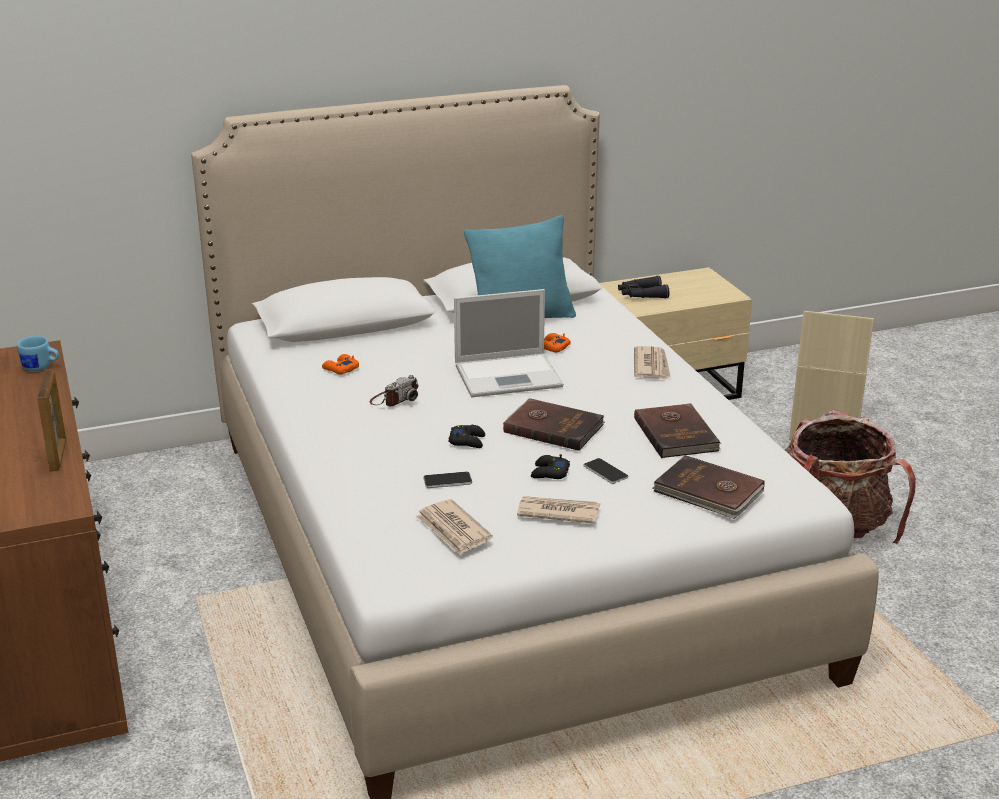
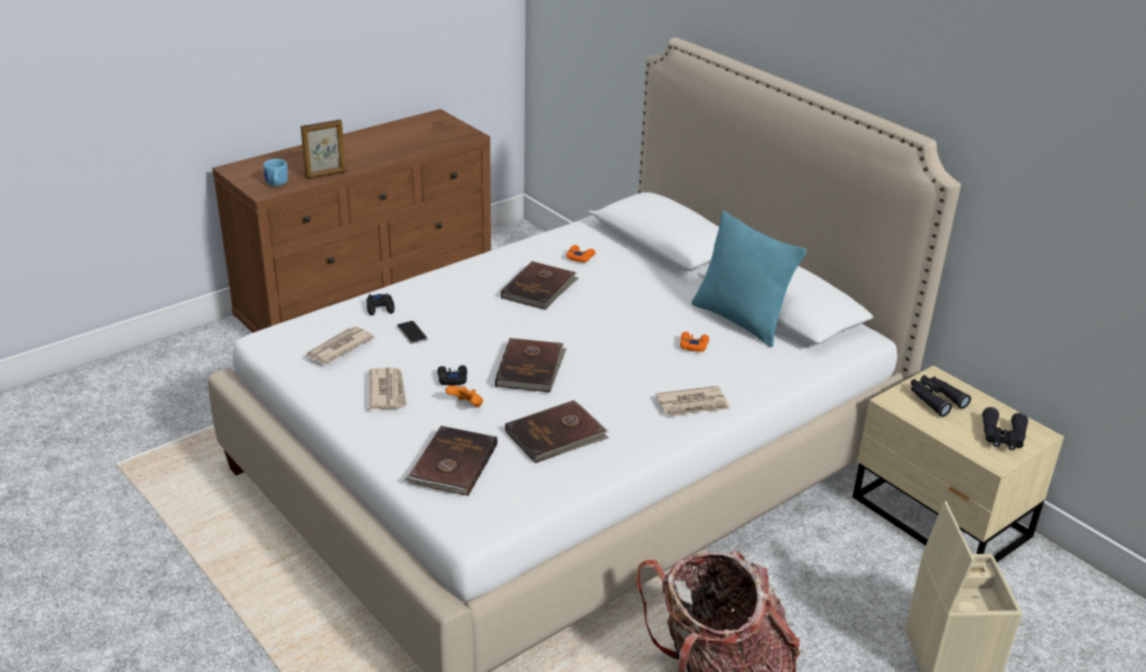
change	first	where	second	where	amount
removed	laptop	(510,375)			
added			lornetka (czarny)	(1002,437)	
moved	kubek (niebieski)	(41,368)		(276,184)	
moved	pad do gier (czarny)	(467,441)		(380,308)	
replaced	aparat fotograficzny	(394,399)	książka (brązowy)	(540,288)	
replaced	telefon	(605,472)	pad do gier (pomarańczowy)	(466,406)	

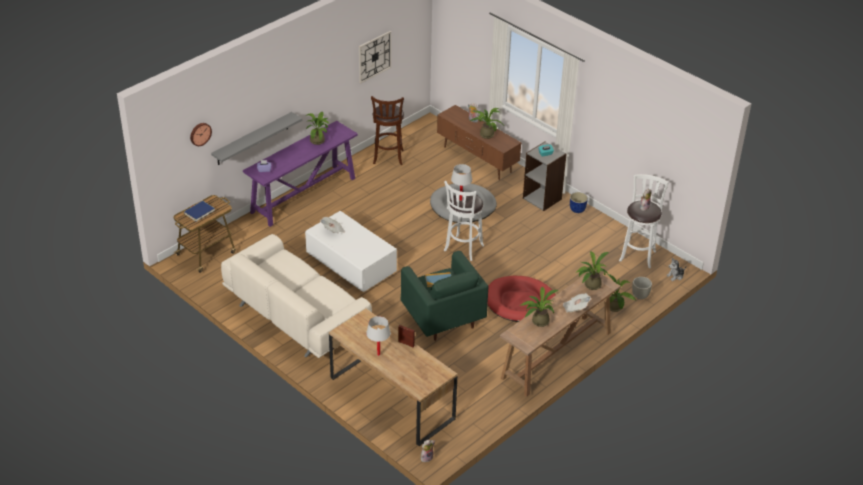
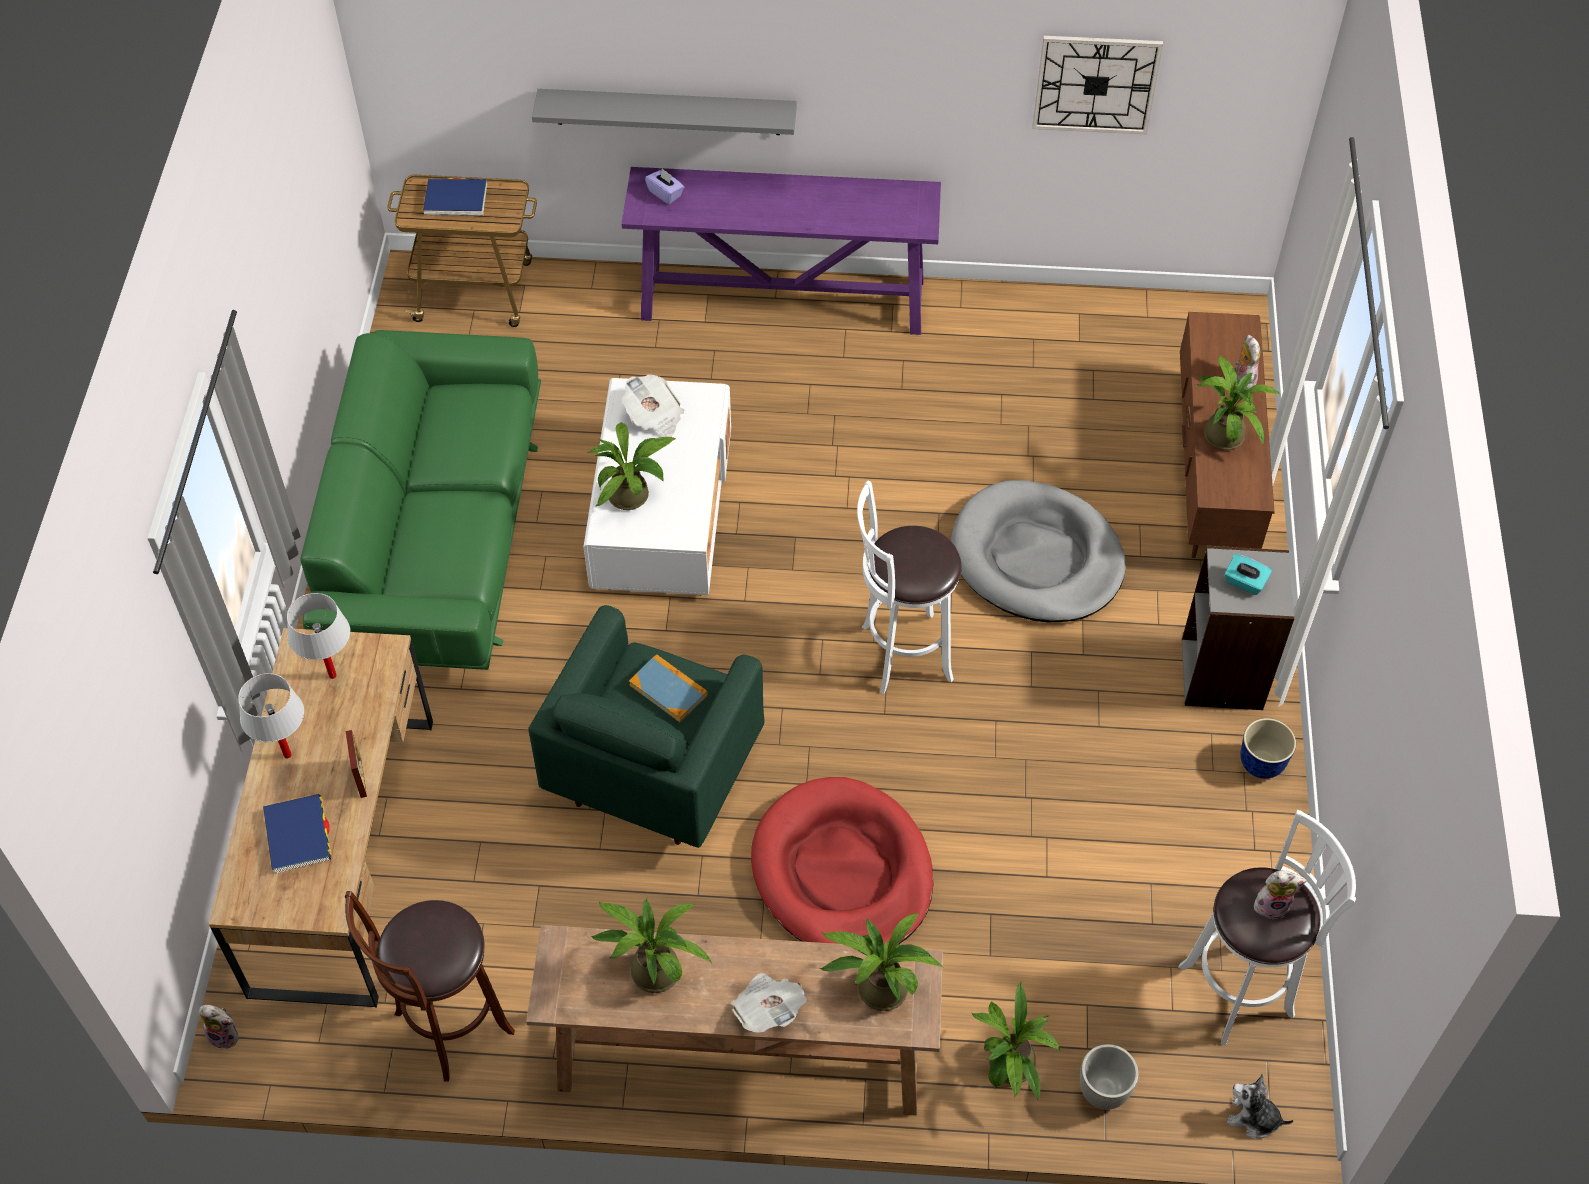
change	first	where	second	where	amount
removed	zegar ścienny	(200,133)			
added			książka (niebieski)	(298,835)	
moved	roślina doniczkowa	(318,140)		(634,495)	
moved	stołek (brązowy)	(388,158)		(448,1027)	
moved	lampa stołowa (biały)	(460,199)		(332,675)	
recoloured	kanapa (beżowy)	(296,315)	kanapa (zielony)	(437,537)	

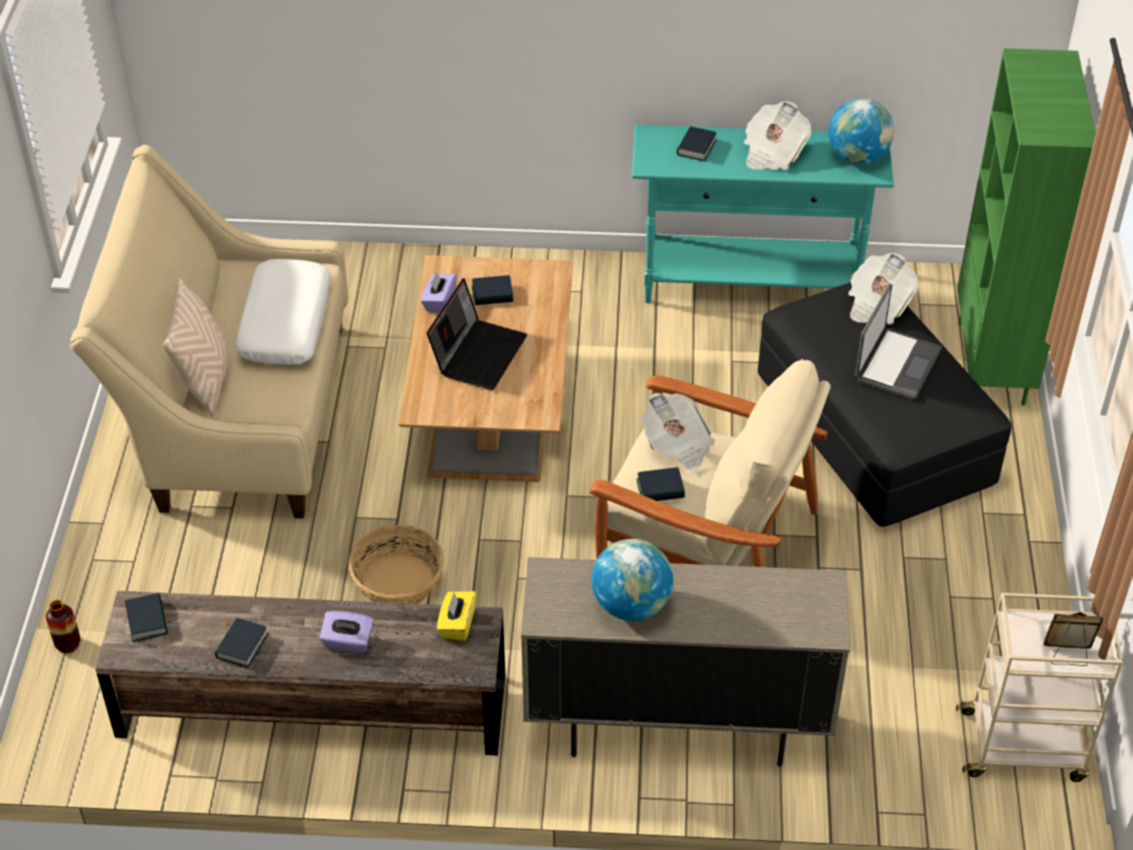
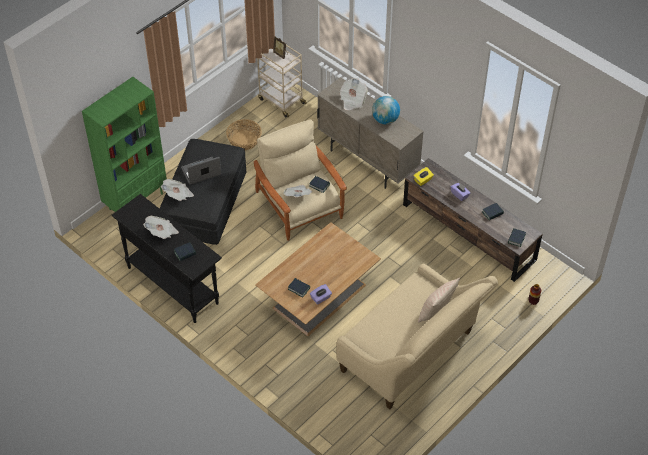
change	first	where	second	where	amount
removed	poduszka (biały)	(285,323)			
removed	laptop	(478,353)			
removed	globus	(857,157)			
added			gazeta	(352,100)	
moved	koszyk	(398,583)		(244,140)	
recoloured	stolik konsolowy (turkusowy)	(751,284)	stolik konsolowy (czarny)	(172,285)	

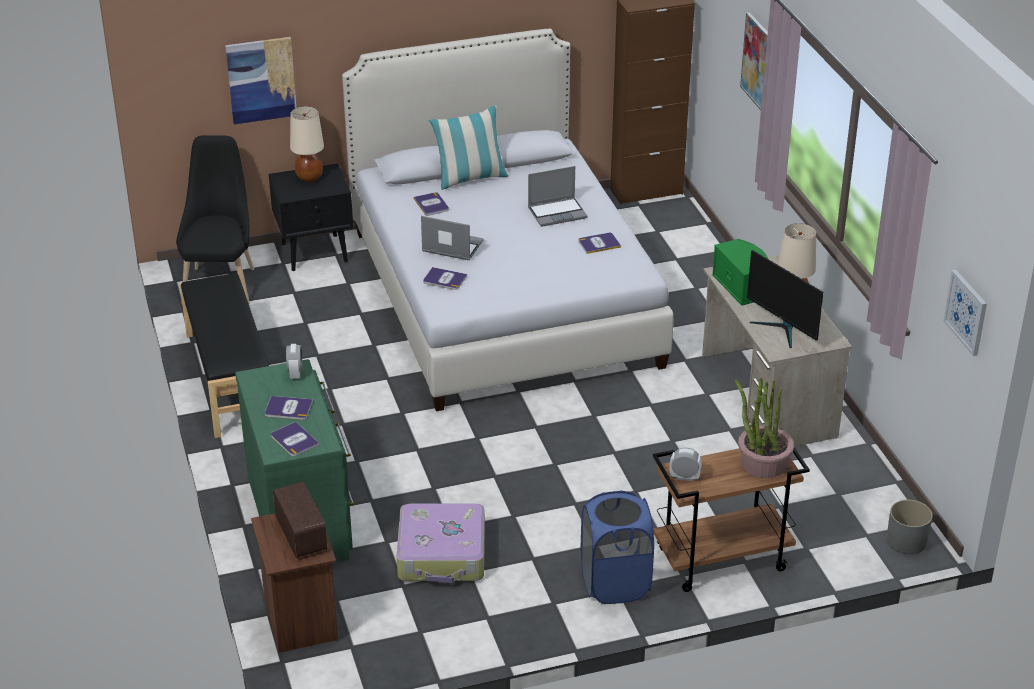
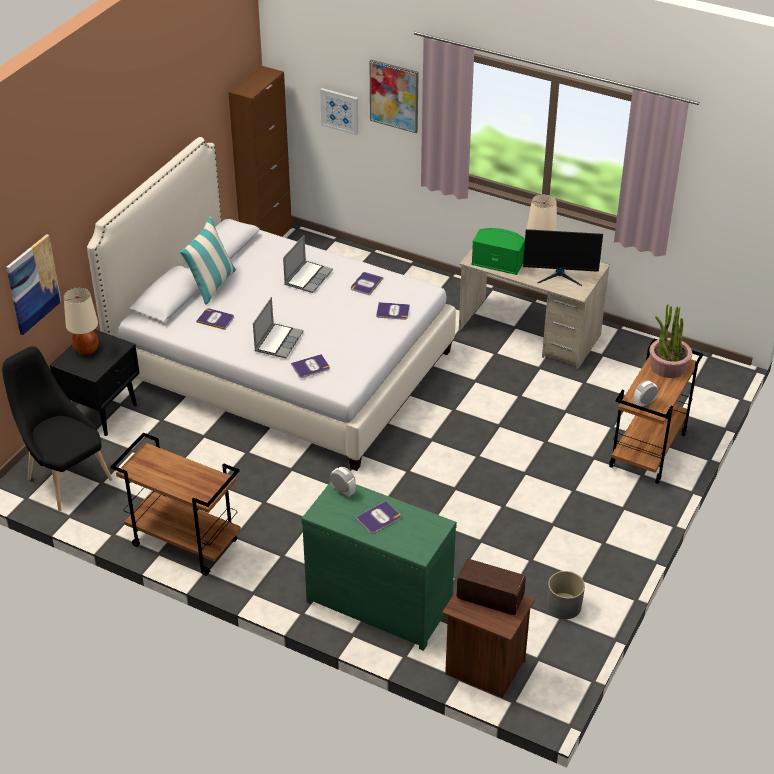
change	first	where	second	where	amount
removed	walizka	(442,555)			
removed	kosz na pranie (niebieski)	(615,584)			
moved	książka	(294,440)		(392,311)	
moved	donica (szary)	(906,541)		(564,606)	
moved	obraz	(966,312)		(340,111)	
replaced	ławka (czarny)	(228,379)	wózek (brązowy)	(183,543)	
turned	laptop	(451,247)		(278,341)	135 degrees clockwise

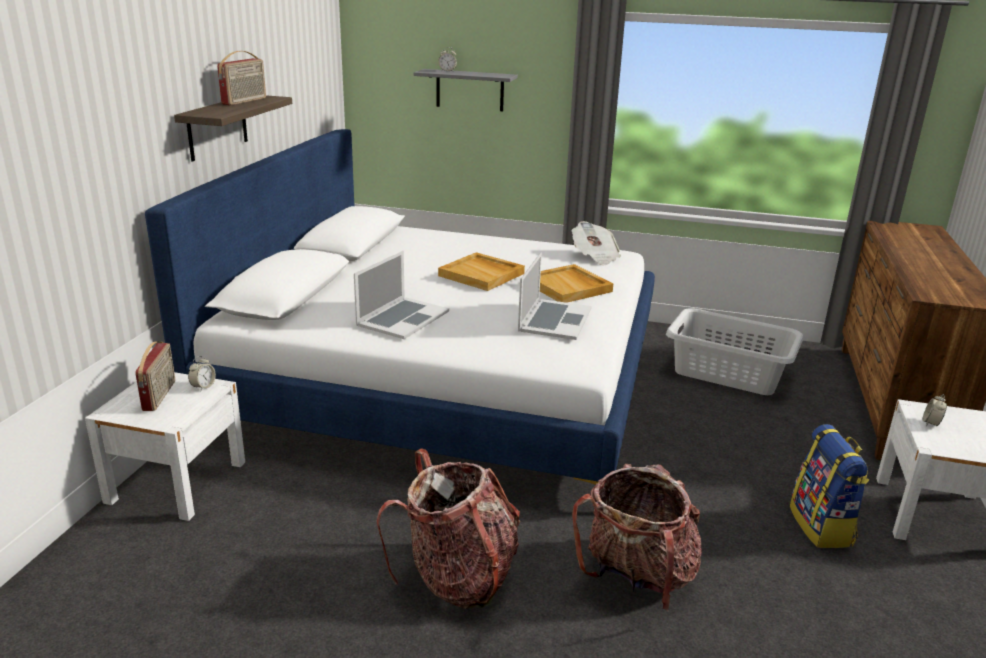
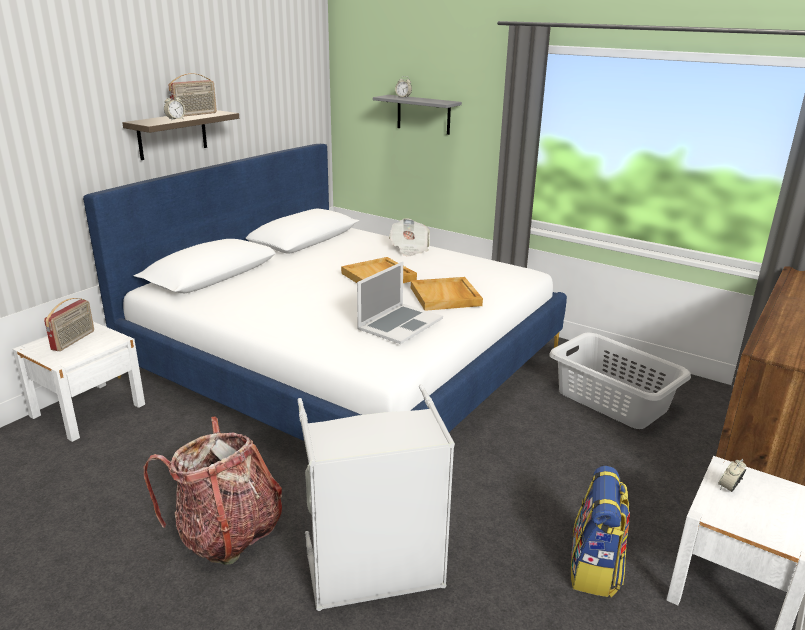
change	first	where	second	where	amount
removed	laptop	(402,318)			
moved	budzik	(203,386)		(175,119)	
moved	gazeta	(595,256)		(409,249)	
replaced	plecak	(637,577)	kosz na pranie (szary)	(375,573)	

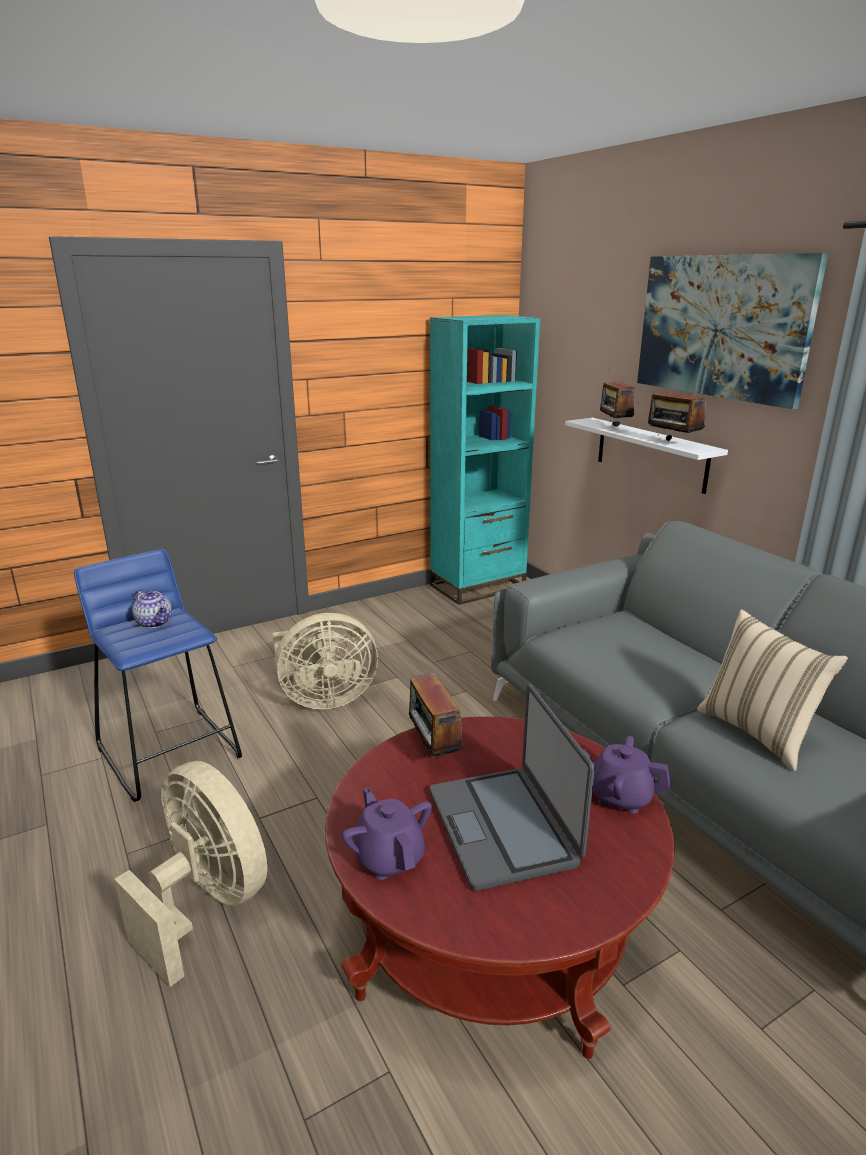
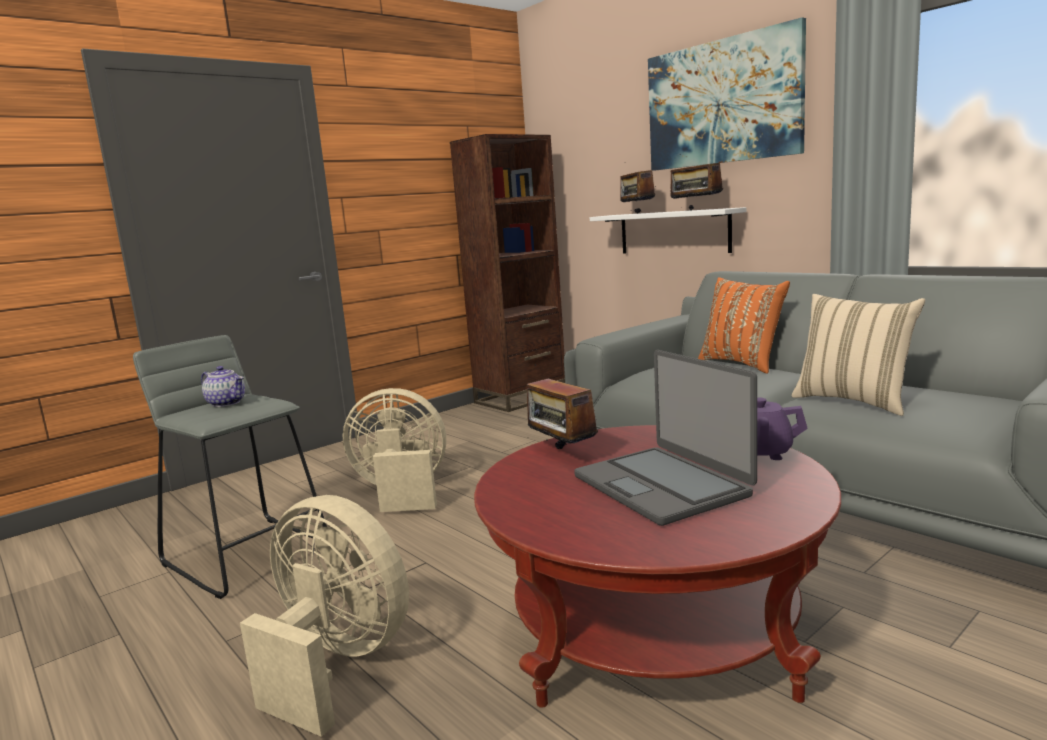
change	first	where	second	where	amount
removed	imbryk (fioletowy)	(389,858)			
added			poduszka (pomarańczowy)	(742,363)	
recoloured	stołek (niebieski)	(171,751)	stołek (szary)	(249,554)	
recoloured	regał (turkusowy)	(478,586)	regał (brązowy)	(521,398)	
turned	wentylator (beżowy)	(323,699)		(401,492)	150 degrees counterclockwise

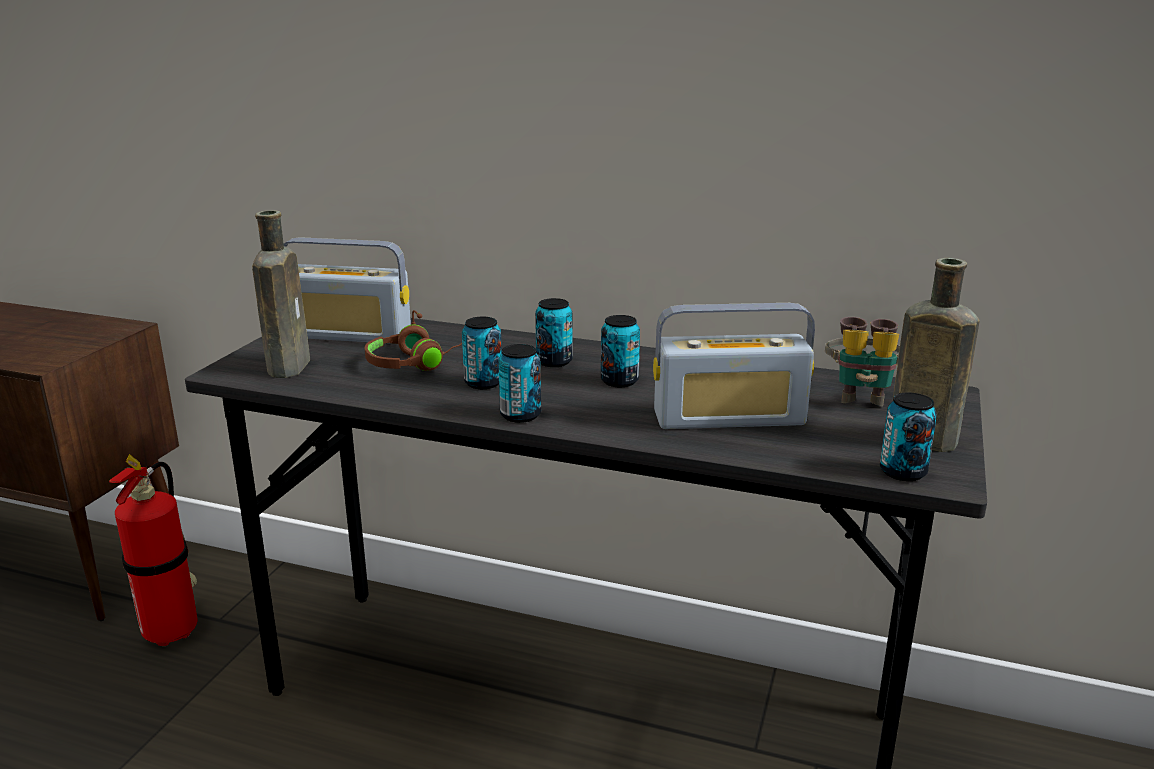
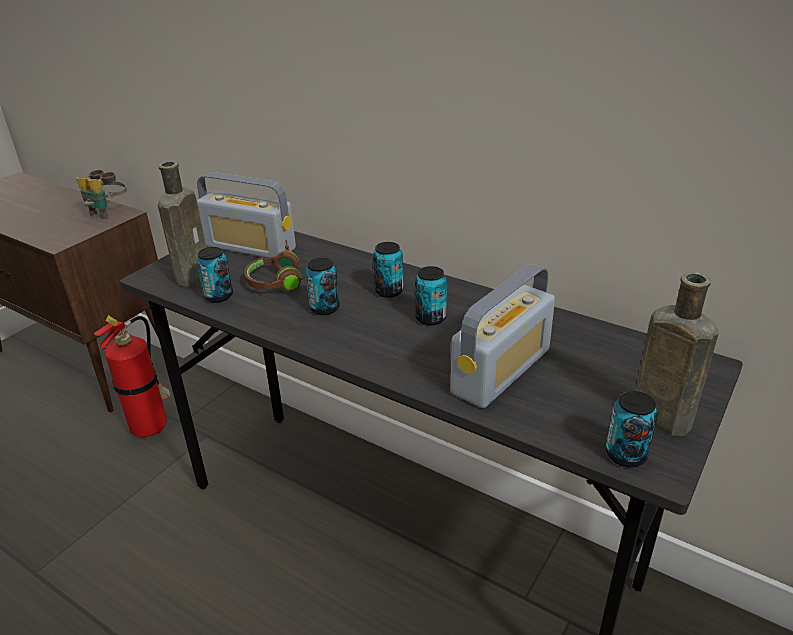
change	first	where	second	where	amount
moved	puszka	(520,415)		(218,296)	
moved	lornetka	(861,395)		(107,212)	
turned	radio	(729,418)		(501,371)	60 degrees counterclockwise

